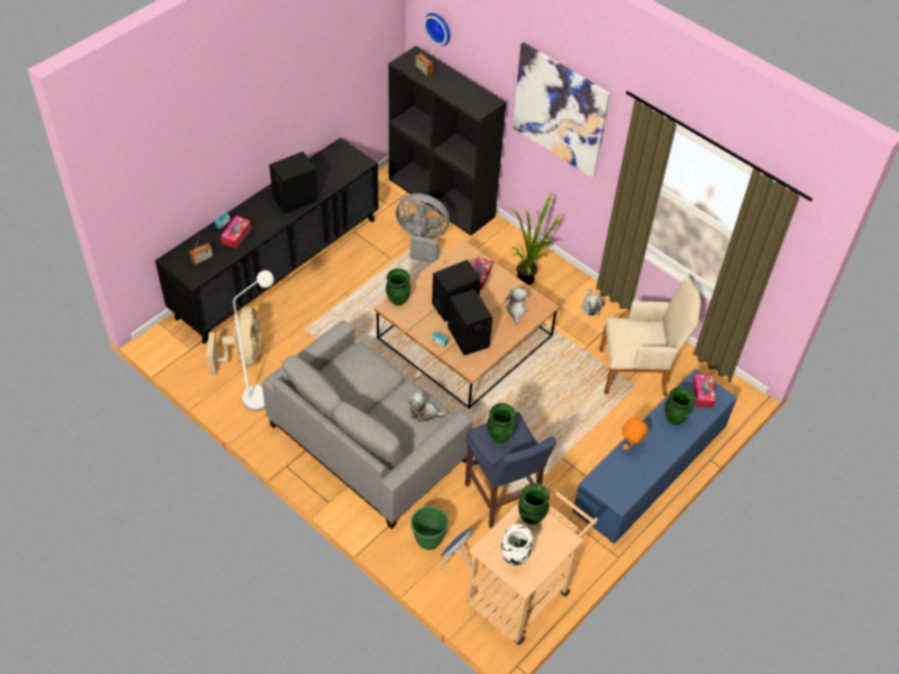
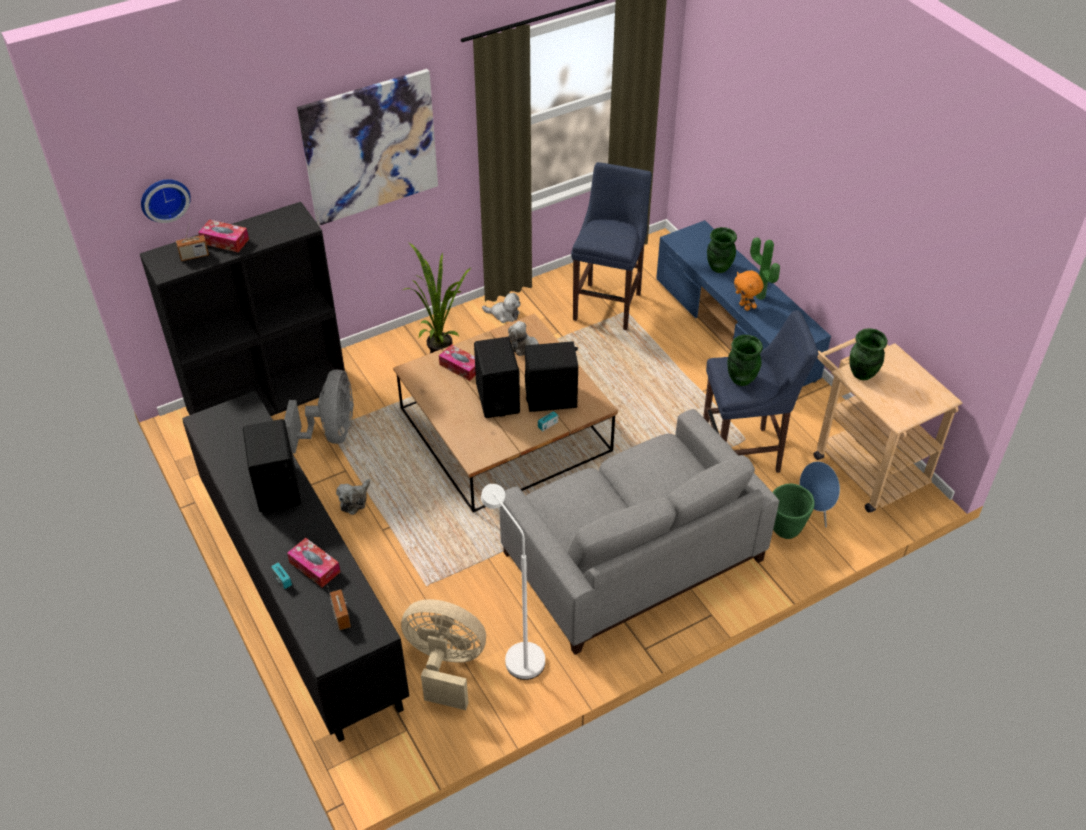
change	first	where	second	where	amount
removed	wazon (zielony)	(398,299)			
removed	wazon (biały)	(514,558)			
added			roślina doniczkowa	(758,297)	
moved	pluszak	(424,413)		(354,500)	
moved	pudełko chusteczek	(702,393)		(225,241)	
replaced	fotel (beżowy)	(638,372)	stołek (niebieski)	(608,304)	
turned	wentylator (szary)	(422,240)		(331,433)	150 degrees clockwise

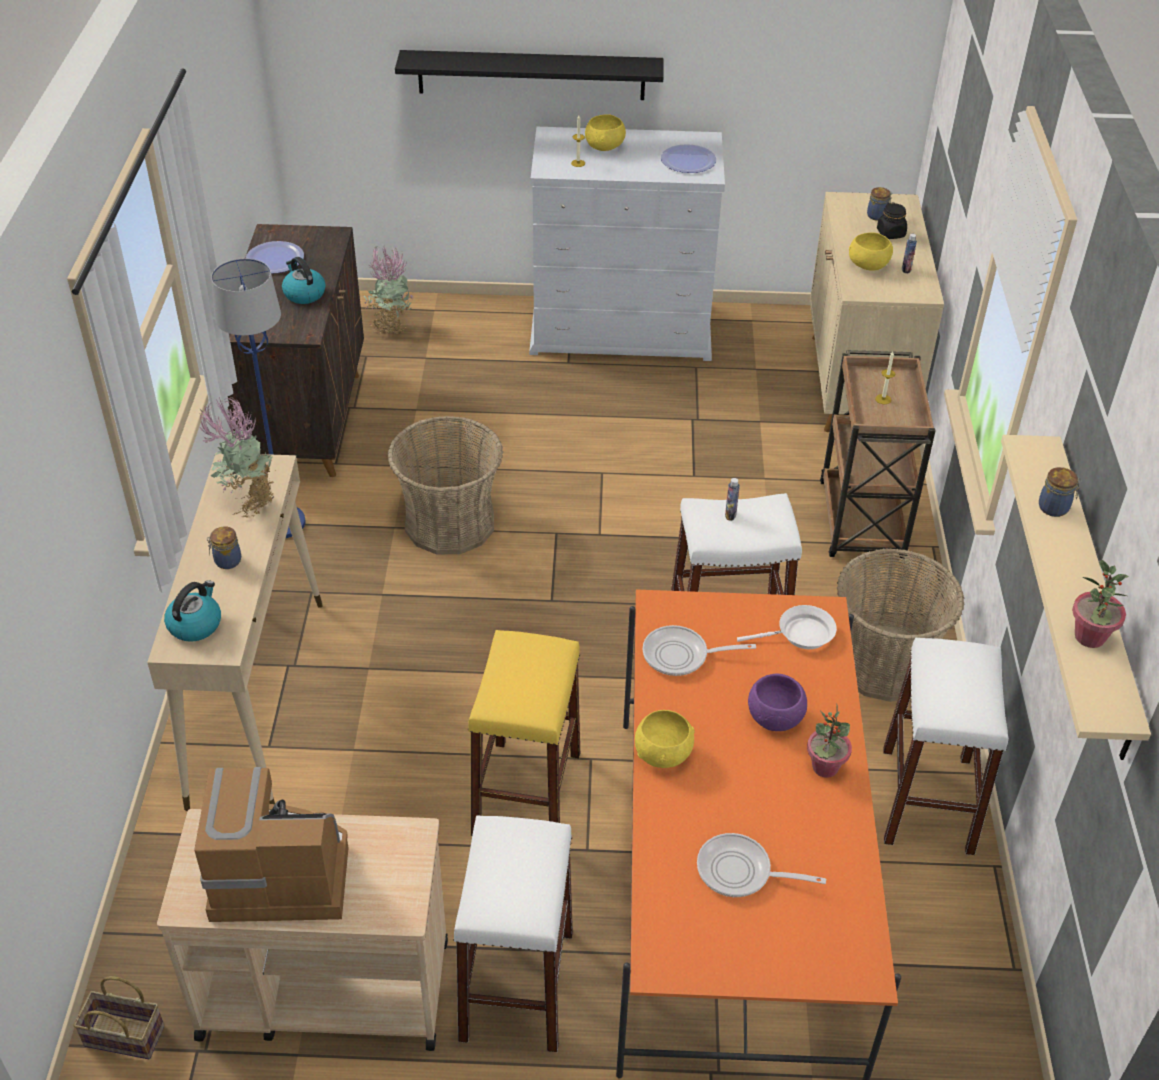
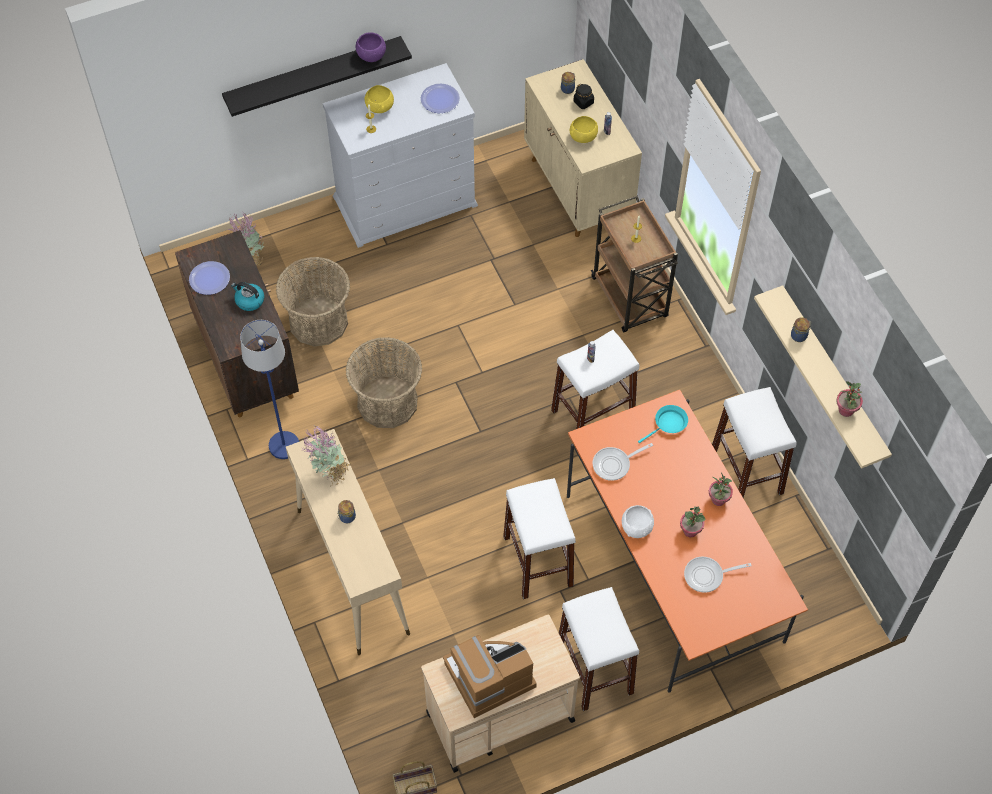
change	first	where	second	where	amount
removed	czajnik	(195,624)			
added			roślina doniczkowa	(690,530)	
moved	miska (fioletowy)	(775,717)		(371,55)	
moved	koszyk	(883,663)		(318,321)	
recoloured	stołek (żółty)	(527,793)	stołek (biały)	(538,561)	
recoloured	miska (żółty)	(663,753)	miska (biały)	(636,527)	
recoloured	patelnia (biały)	(800,635)	patelnia (turkusowy)	(668,424)	

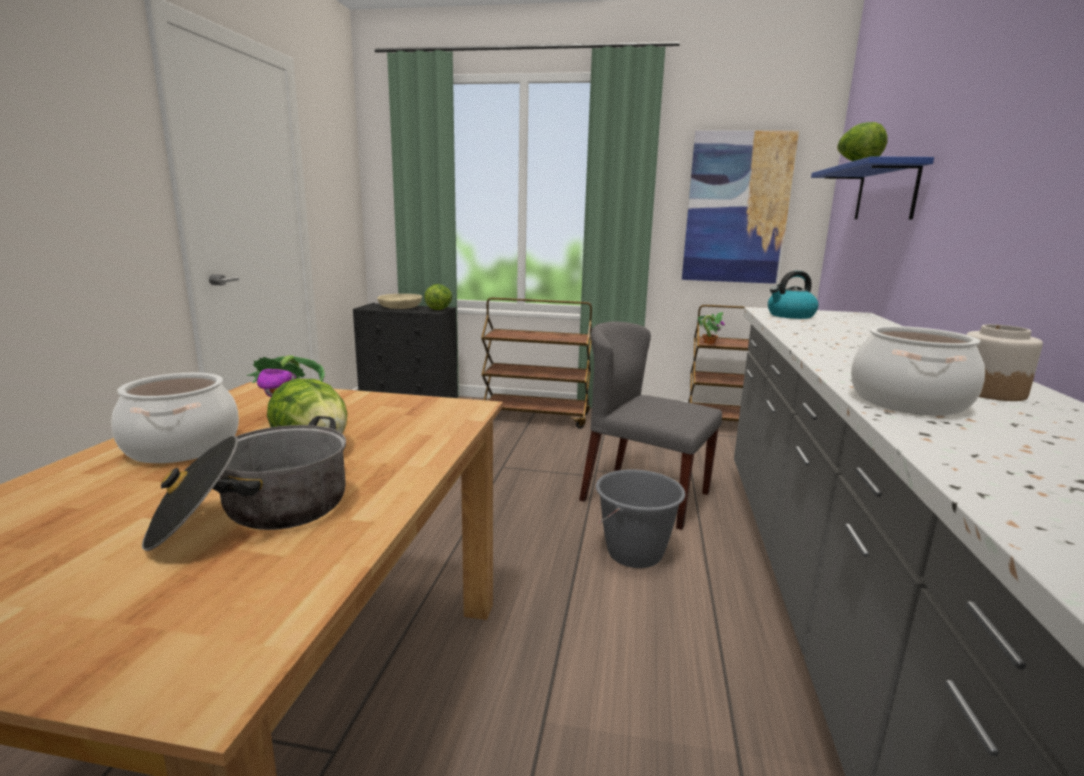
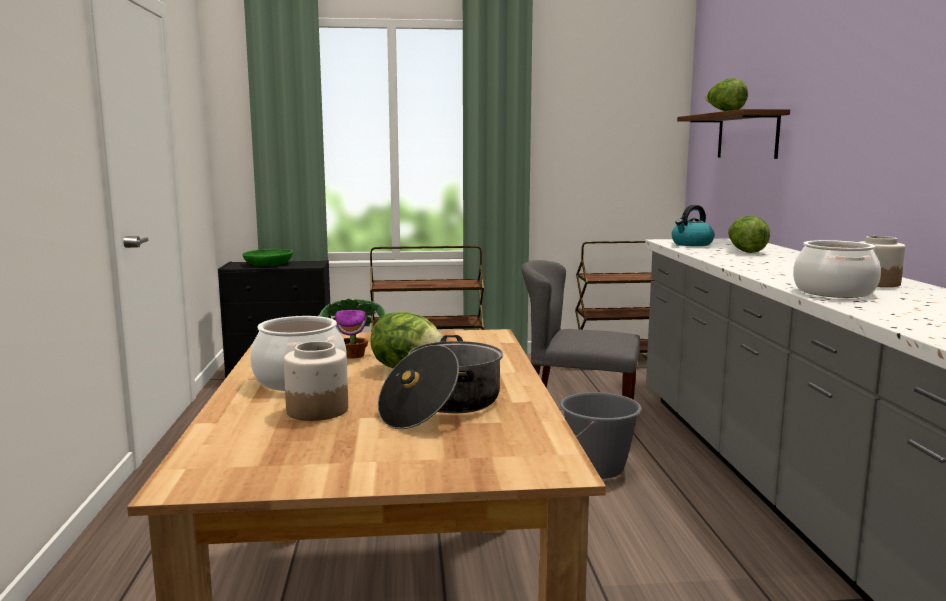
change	first	where	second	where	amount
removed	obraz	(736,209)			
removed	roślina doniczkowa	(709,343)			
added			słoik	(316,410)	
moved	sałata	(439,309)		(745,251)	
recoloured	miska (beżowy)	(400,307)	miska (zielony)	(268,264)	
recoloured	półka (niebieski)	(885,193)	półka (brązowy)	(747,135)	

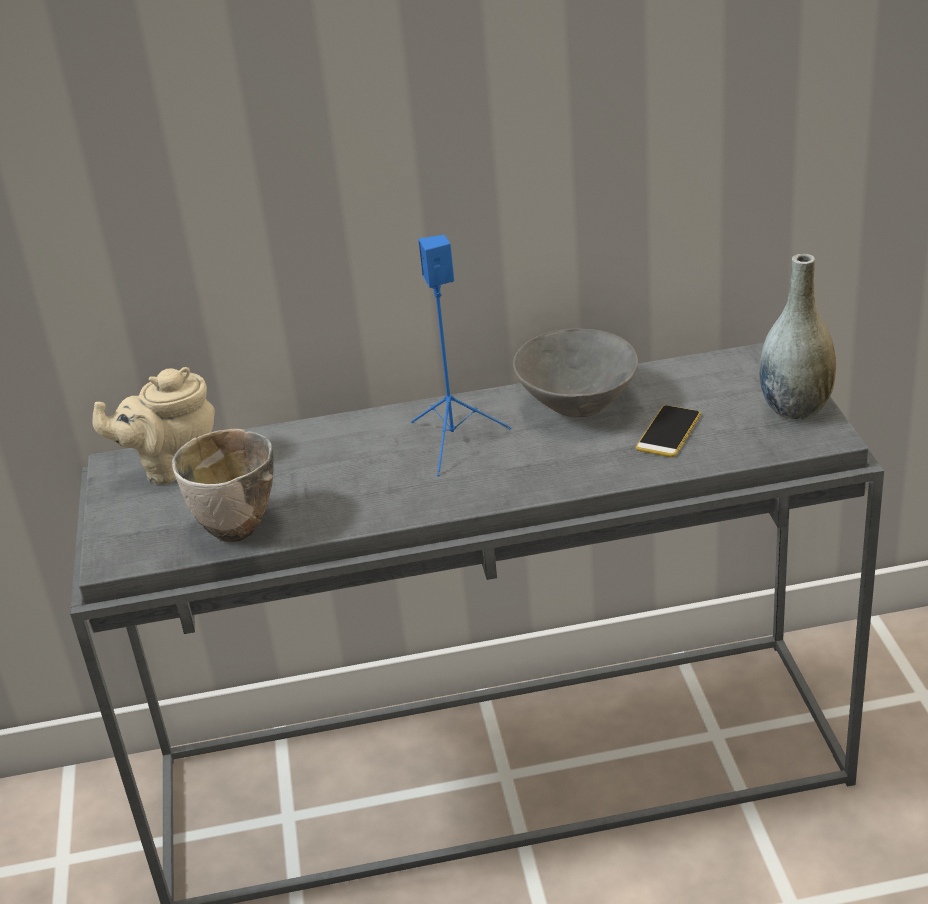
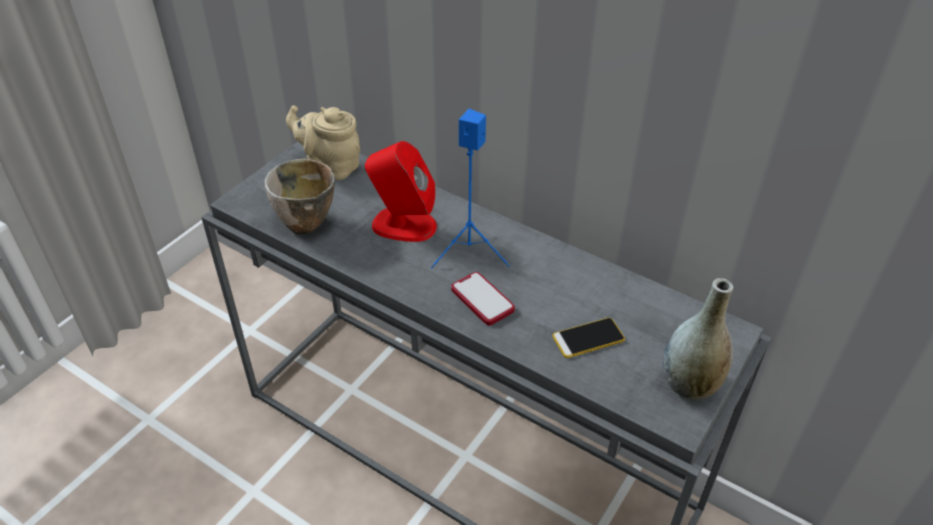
change	first	where	second	where	amount
removed	miska (szary)	(578,406)			
added			głośnik (czerwony)	(403,225)	
added			telefon	(482,300)	

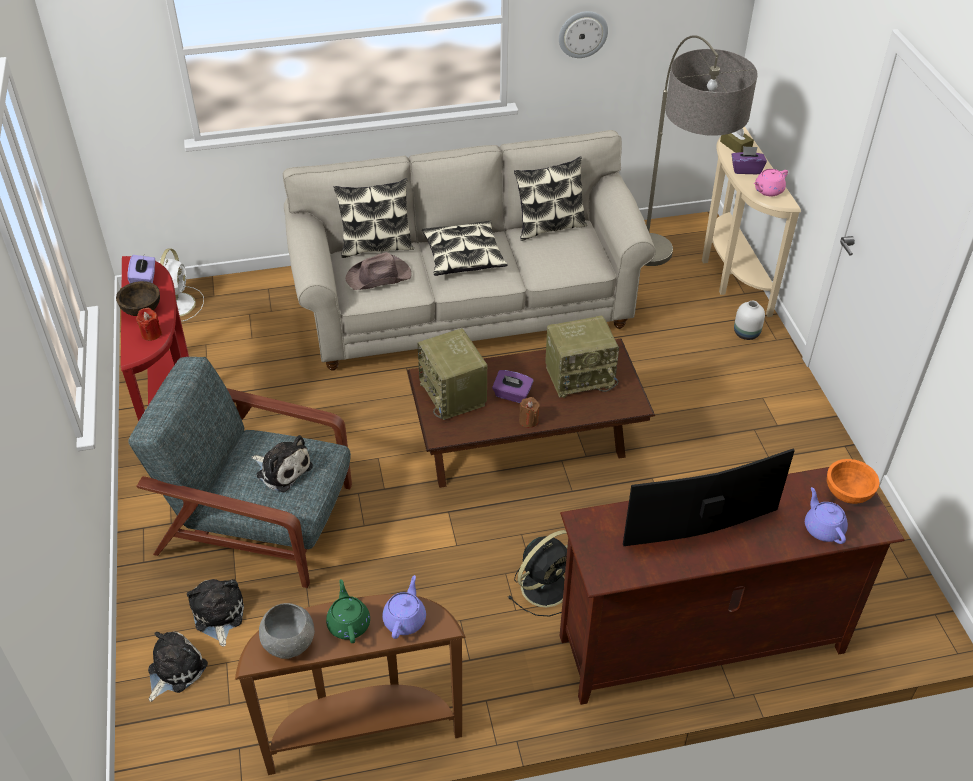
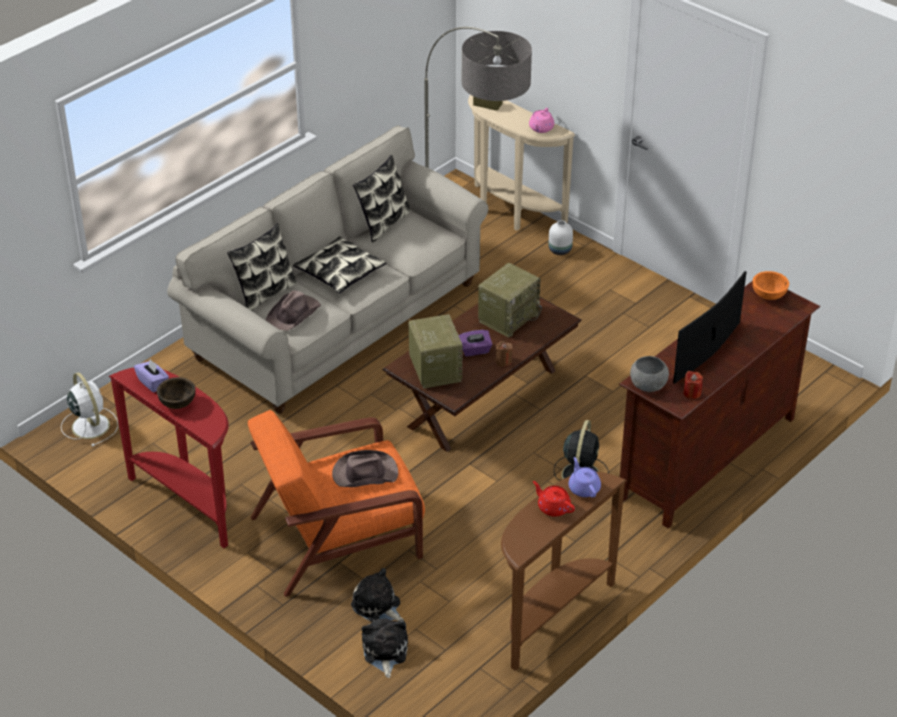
change	first	where	second	where	amount
removed	zegar ścienny	(582,34)			
removed	pudełko chusteczek (fioletowy)	(746,169)			
removed	imbryk (fioletowy)	(823,528)			
moved	świeca (czerwony)	(151,334)		(692,393)	
moved	miska (szary)	(289,643)		(648,385)	
replaced	pluszak	(282,469)	kapelusz (brązowy)	(364,473)	
recoloured	fotel (szary)	(260,520)	fotel (pomarańczowy)	(339,536)	
recoloured	imbryk (zielony)	(348,623)	imbryk (czerwony)	(553,507)	
turned	radio	(454,394)		(434,369)	135 degrees counterclockwise

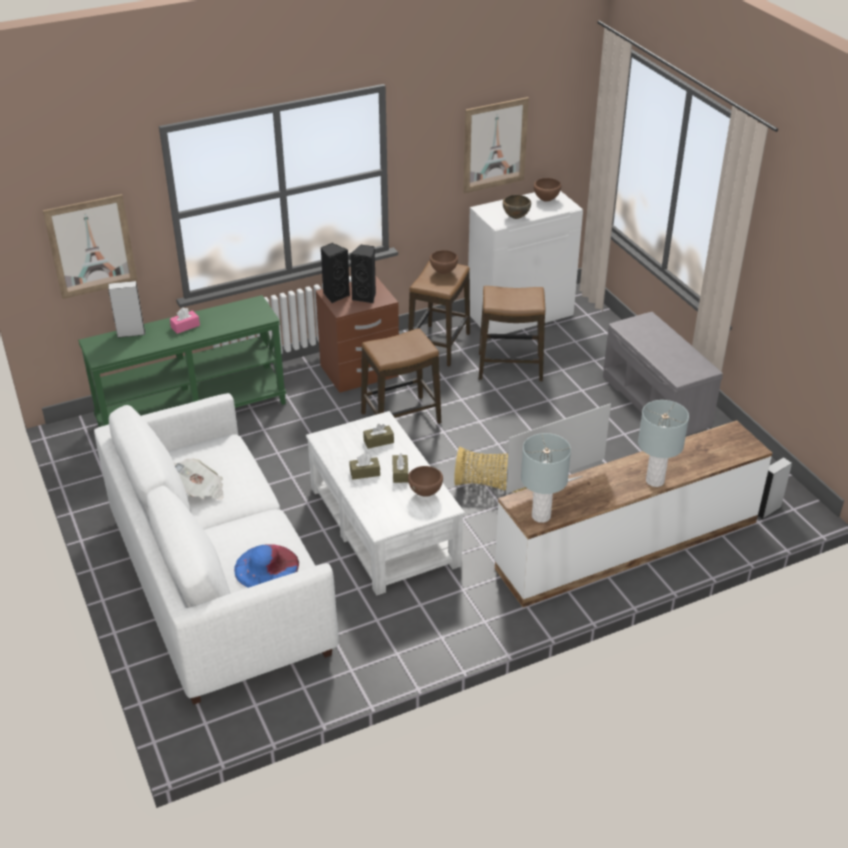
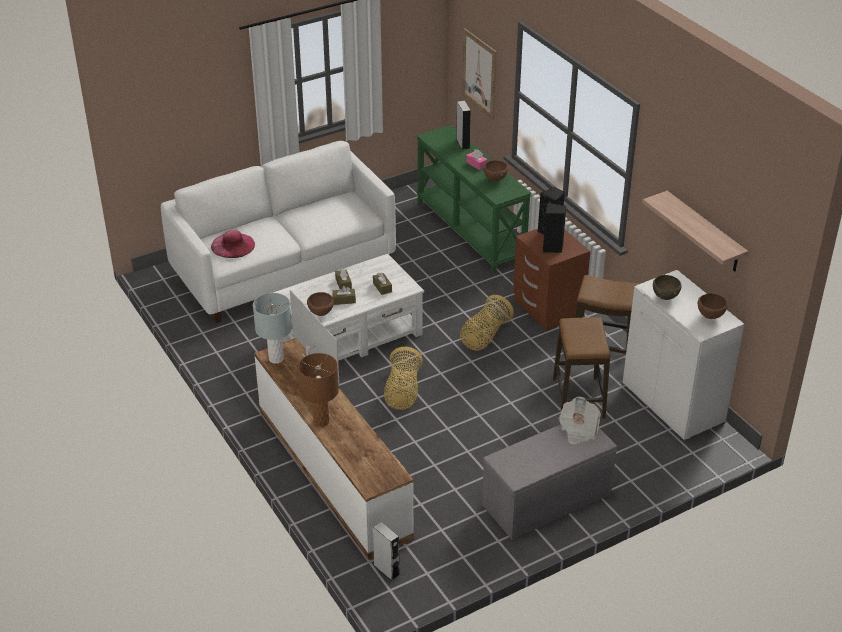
change	first	where	second	where	amount
moved	gazeta	(201,490)		(578,430)	
moved	miska (brązowy)	(443,273)		(495,180)	
replaced	stołek	(400,418)	koszyk	(485,336)	
replaced	obraz	(495,145)	półka	(704,232)	
recoloured	kapelusz (niebieski)	(266,567)	kapelusz (różowy)	(233,245)	
recoloured	lampa stołowa (szary)	(655,480)	lampa stołowa (brązowy)	(321,421)	

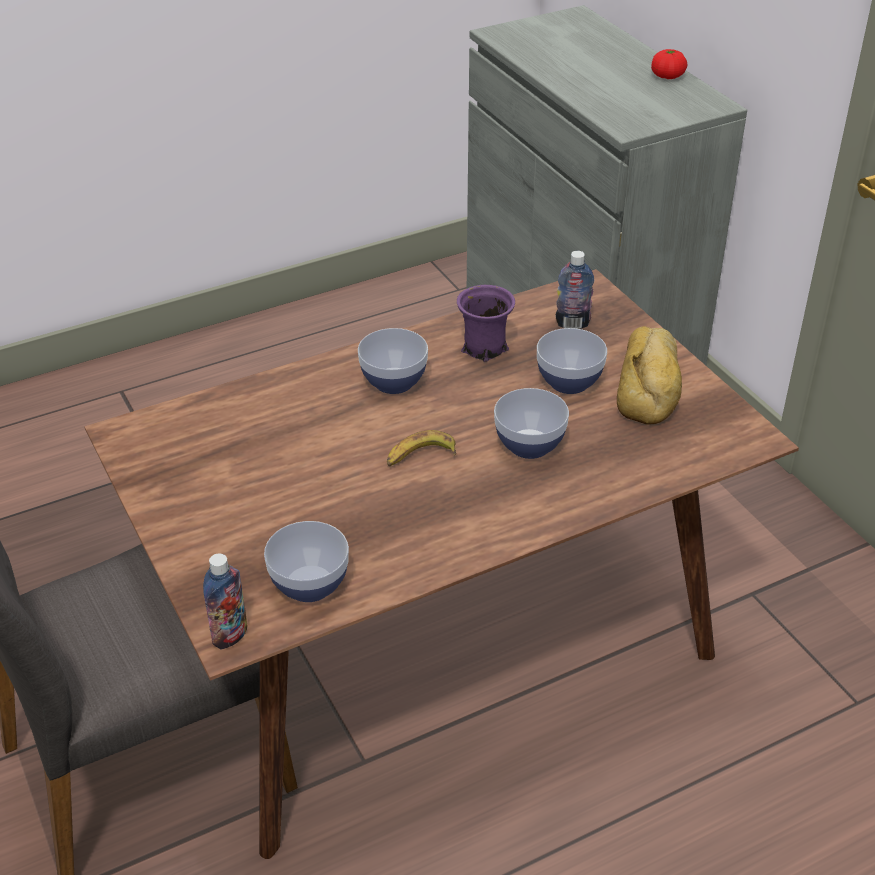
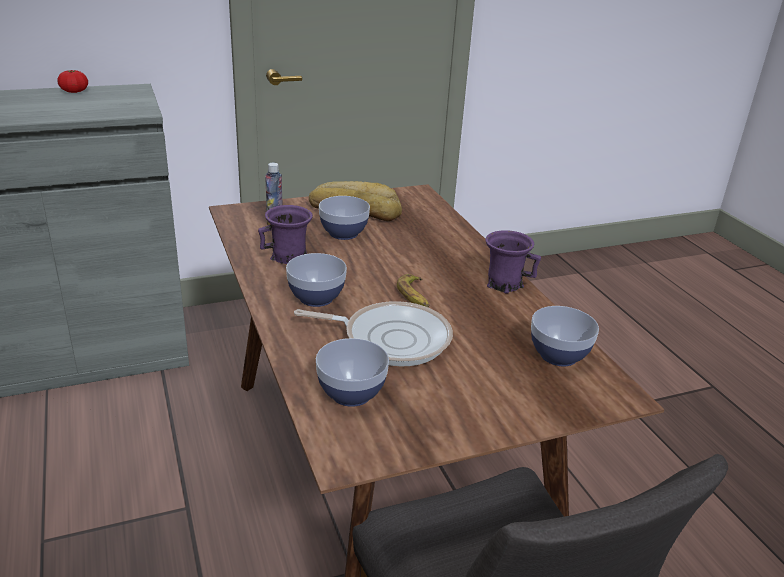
change	first	where	second	where	amount
removed	butelka	(230,635)			
added			patelnia	(391,338)	
added			kubek (fioletowy)	(504,283)	
moved	miska	(529,445)		(351,393)	

